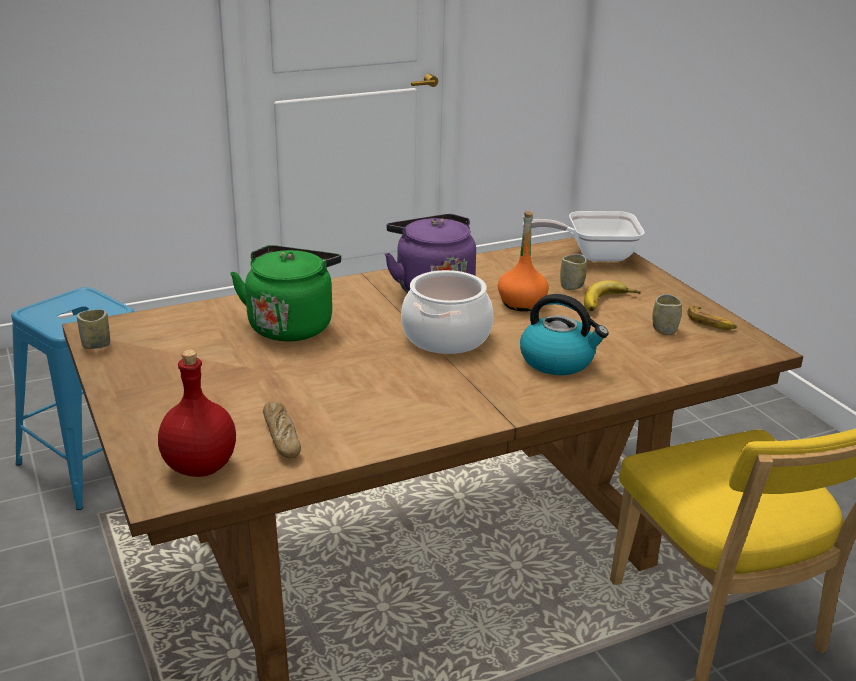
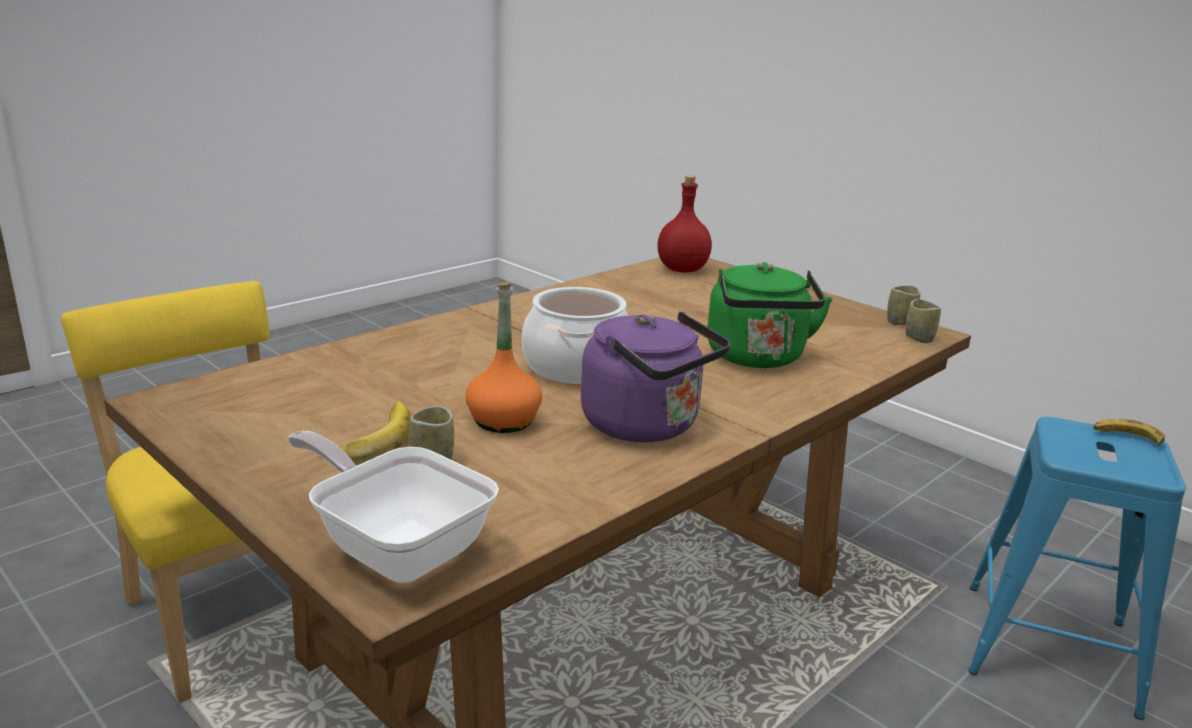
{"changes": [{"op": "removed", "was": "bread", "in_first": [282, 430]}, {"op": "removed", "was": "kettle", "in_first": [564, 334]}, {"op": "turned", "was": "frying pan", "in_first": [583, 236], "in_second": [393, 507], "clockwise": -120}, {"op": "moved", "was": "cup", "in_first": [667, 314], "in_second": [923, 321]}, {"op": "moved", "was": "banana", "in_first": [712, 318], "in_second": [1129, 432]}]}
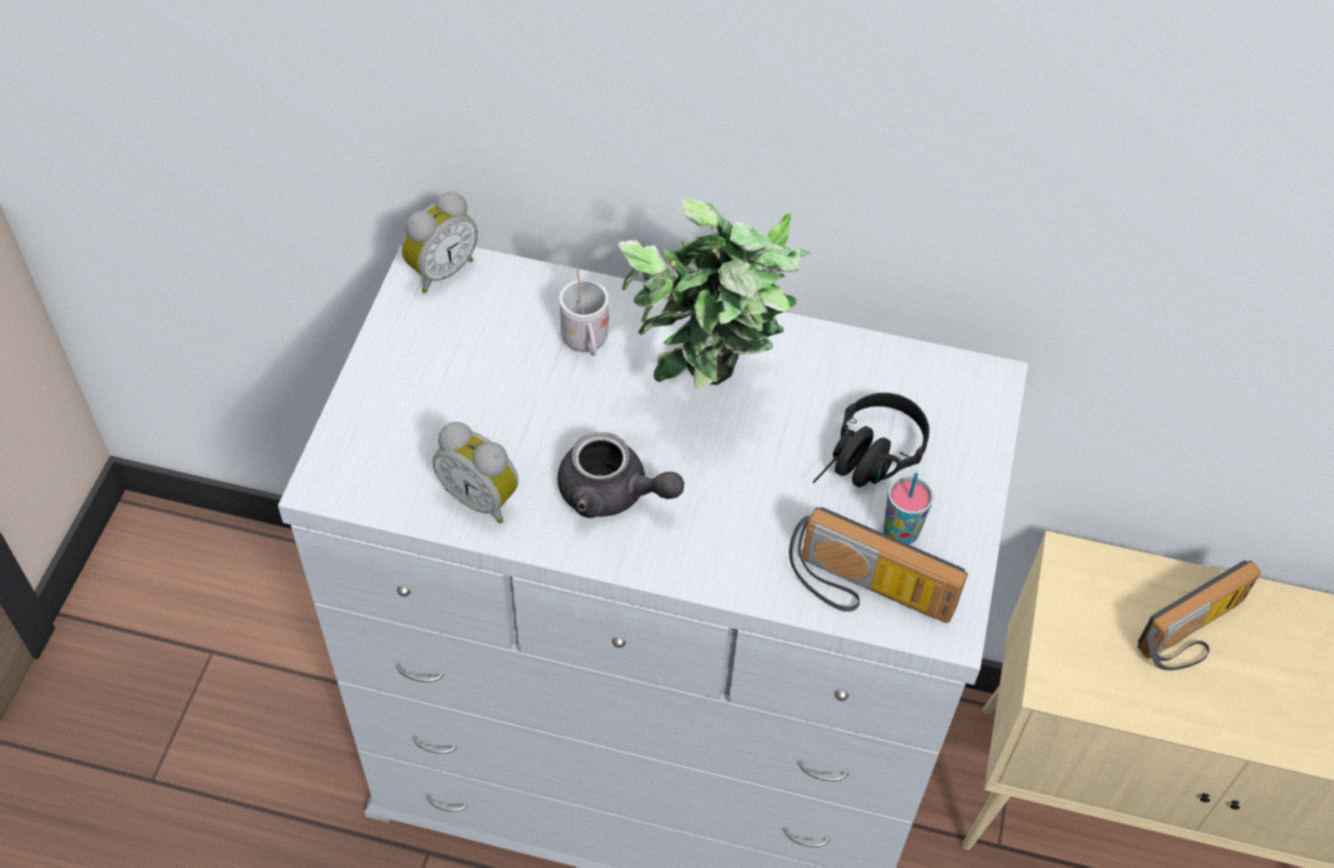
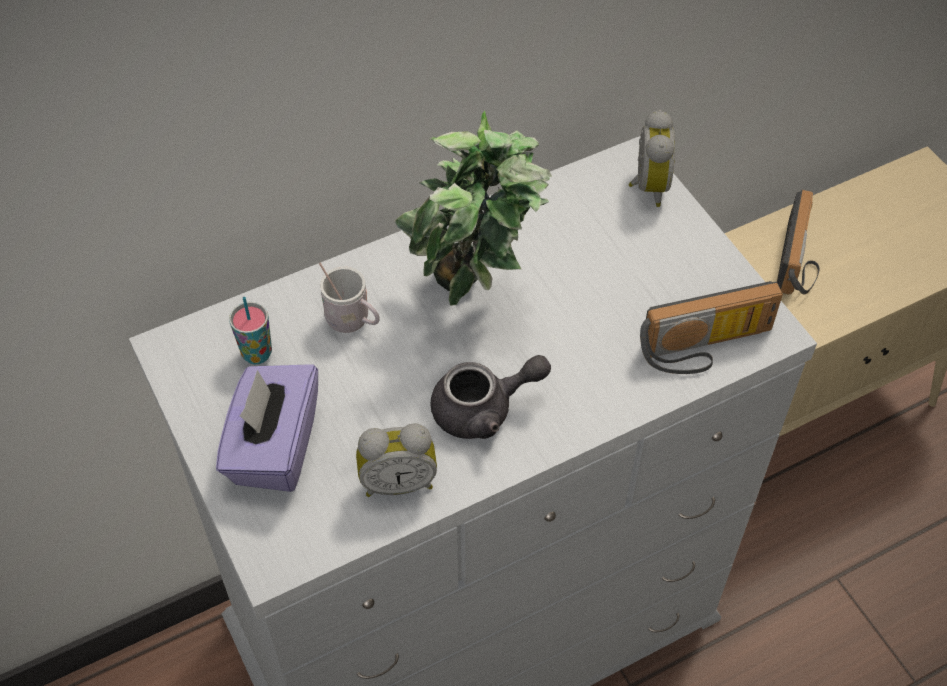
{"changes": [{"op": "moved", "was": "alarm clock", "in_first": [439, 242], "in_second": [651, 158]}, {"op": "removed", "was": "black headphones", "in_first": [871, 440]}, {"op": "moved", "was": "cup", "in_first": [908, 509], "in_second": [250, 330]}, {"op": "added", "now": "purple tissue box", "in_second": [267, 428]}]}
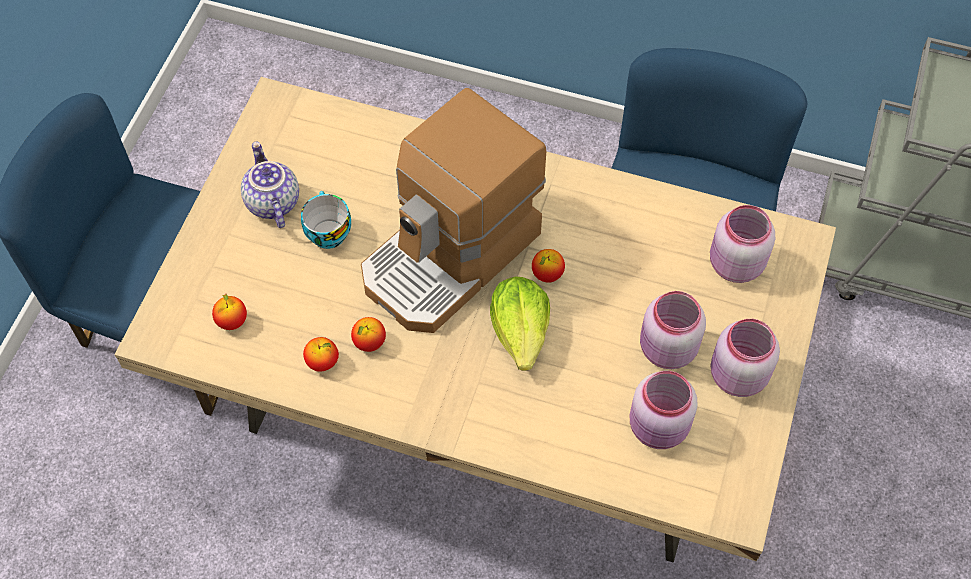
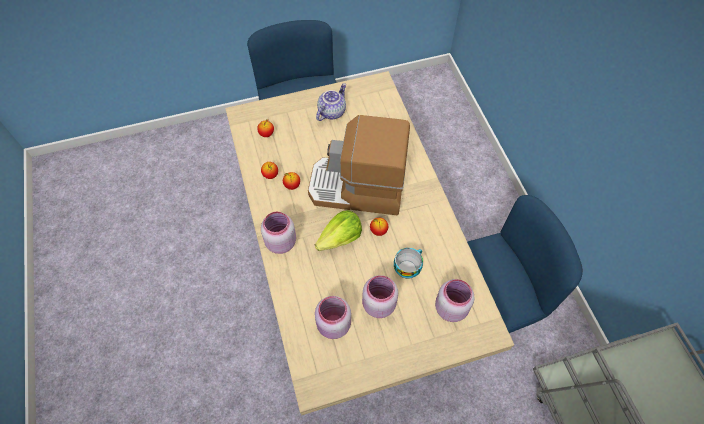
{"changes": [{"op": "moved", "was": "cup", "in_first": [326, 220], "in_second": [408, 263]}, {"op": "moved", "was": "pink jar", "in_first": [745, 358], "in_second": [278, 233]}]}
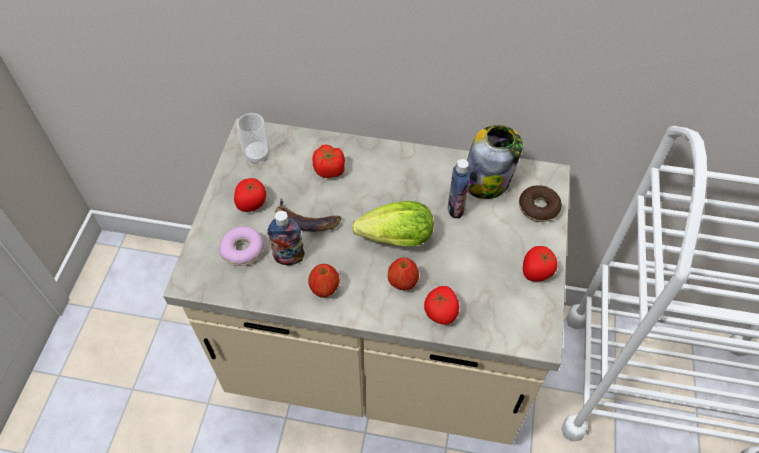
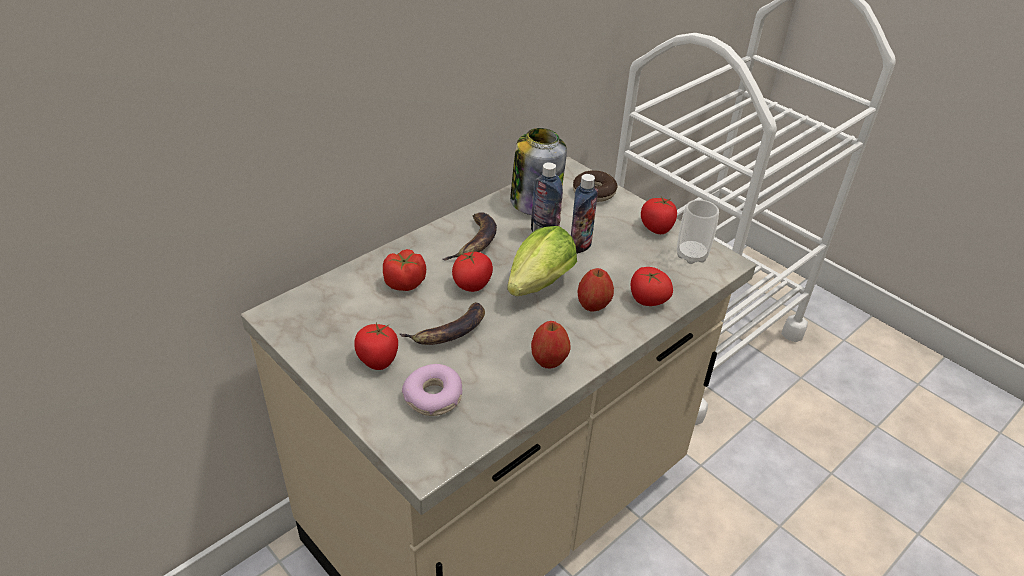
{"changes": [{"op": "moved", "was": "cup", "in_first": [253, 138], "in_second": [698, 232]}, {"op": "moved", "was": "bottle", "in_first": [286, 238], "in_second": [584, 214]}, {"op": "added", "now": "banana", "in_second": [469, 236]}, {"op": "added", "now": "tomato", "in_second": [472, 271]}]}
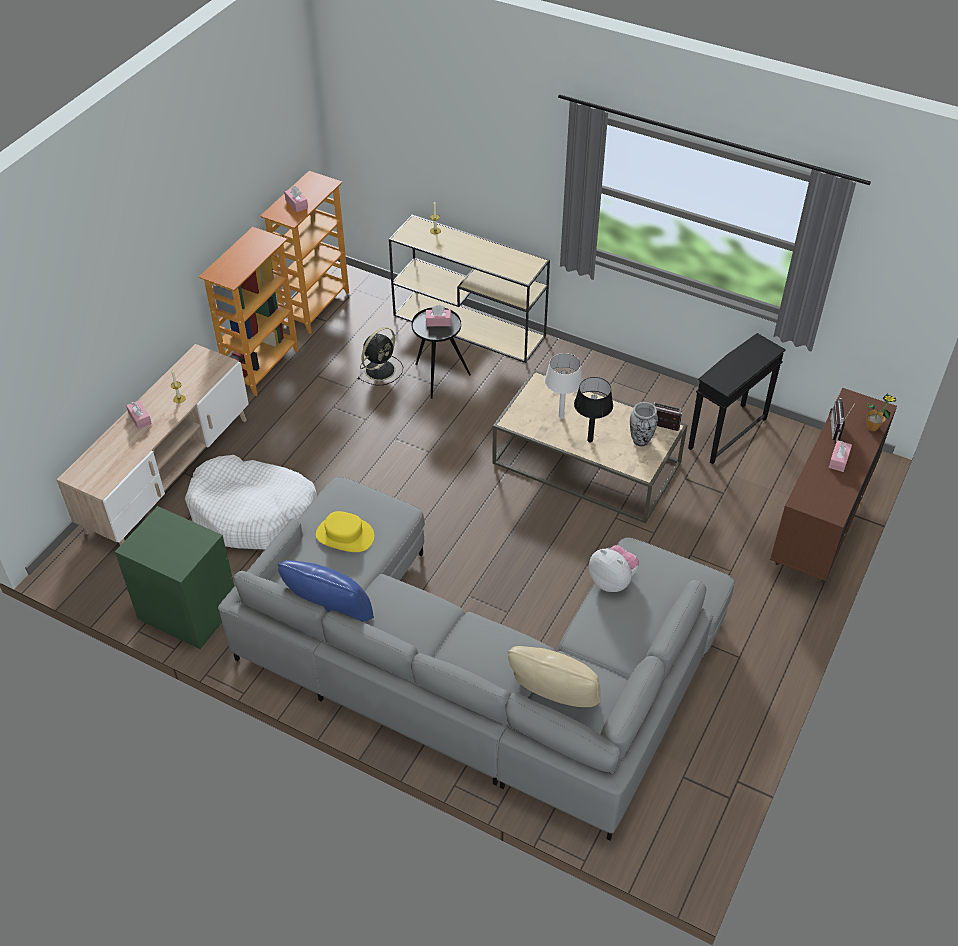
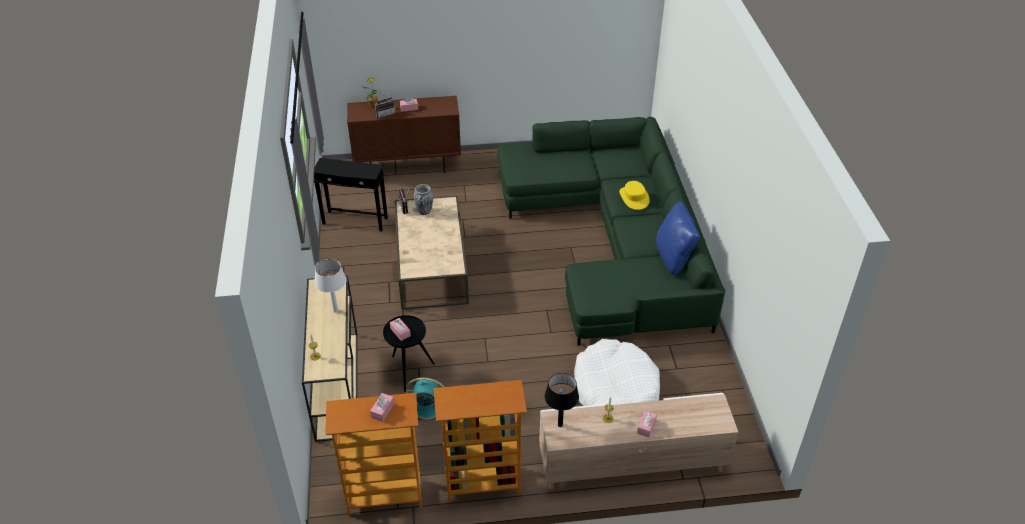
{"changes": [{"op": "removed", "was": "green nightstand", "in_first": [174, 577]}, {"op": "recoloured", "was": "grey sofa", "now": "green sofa", "in_first": [476, 659], "in_second": [611, 231]}, {"op": "moved", "was": "yellow hat", "in_first": [345, 531], "in_second": [634, 195]}, {"op": "recoloured", "was": "black fan", "now": "turquoise fan", "in_first": [380, 356], "in_second": [425, 400]}, {"op": "removed", "was": "beige pillow", "in_first": [554, 676]}, {"op": "moved", "was": "white table lamp", "in_first": [564, 385], "in_second": [330, 285]}, {"op": "moved", "was": "black table lamp", "in_first": [593, 409], "in_second": [562, 400]}, {"op": "removed", "was": "plush toy", "in_first": [614, 568]}]}
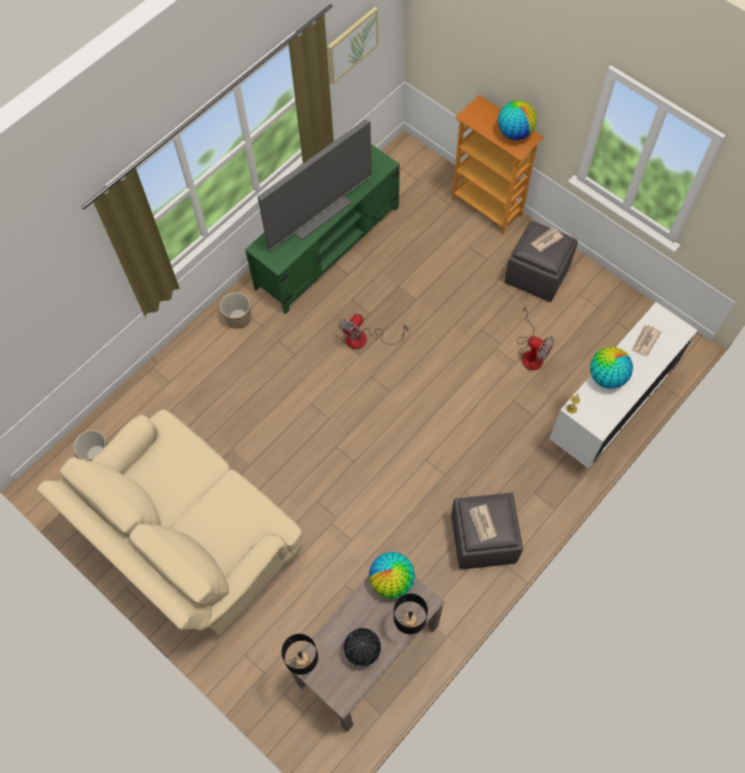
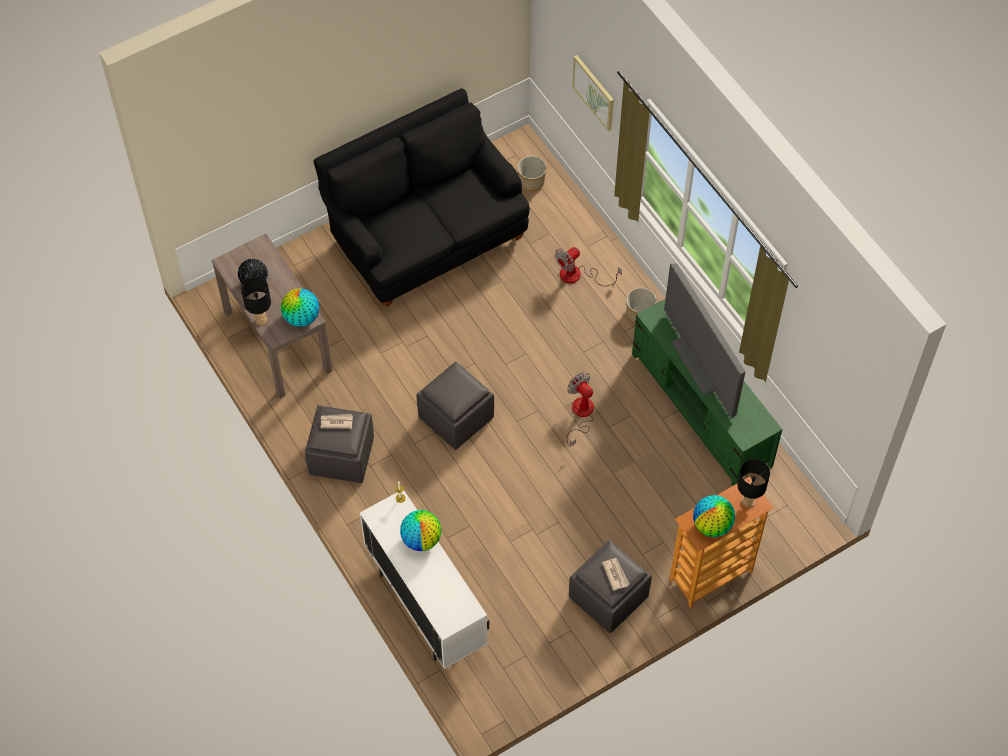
{"changes": [{"op": "recoloured", "was": "beige sofa", "now": "black sofa", "in_first": [170, 523], "in_second": [422, 197]}, {"op": "moved", "was": "black table lamp", "in_first": [300, 654], "in_second": [754, 483]}, {"op": "moved", "was": "picture", "in_first": [352, 45], "in_second": [593, 93]}, {"op": "moved", "was": "fan", "in_first": [535, 337], "in_second": [588, 266]}, {"op": "removed", "was": "newspaper", "in_first": [646, 340]}, {"op": "added", "now": "grey ottoman", "in_second": [455, 405]}]}
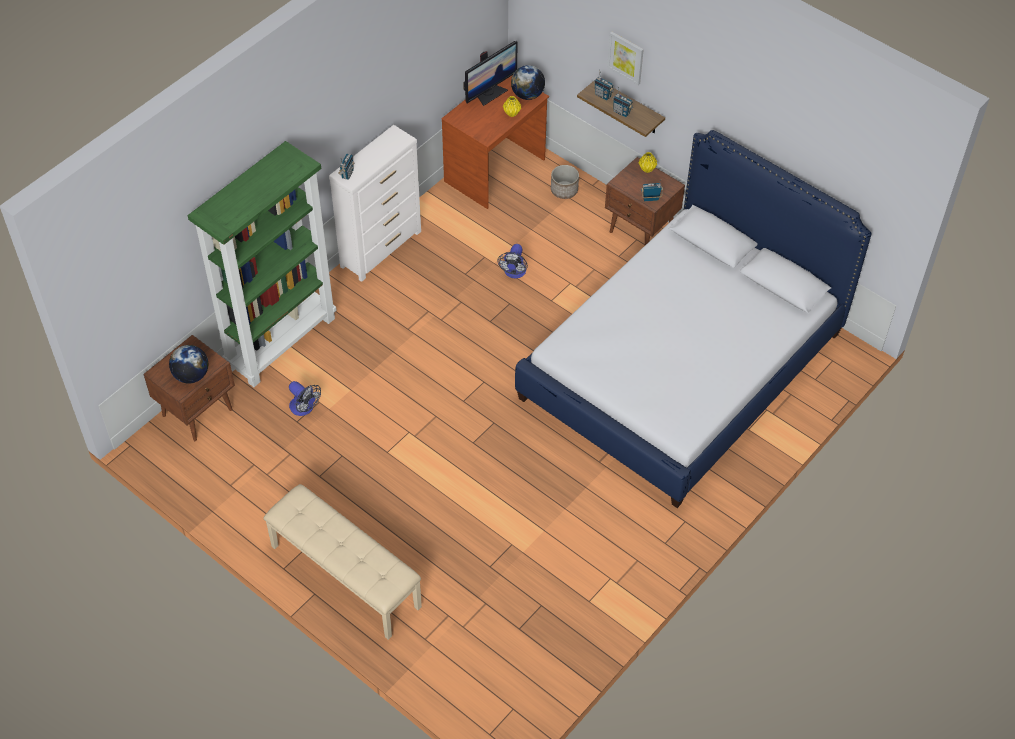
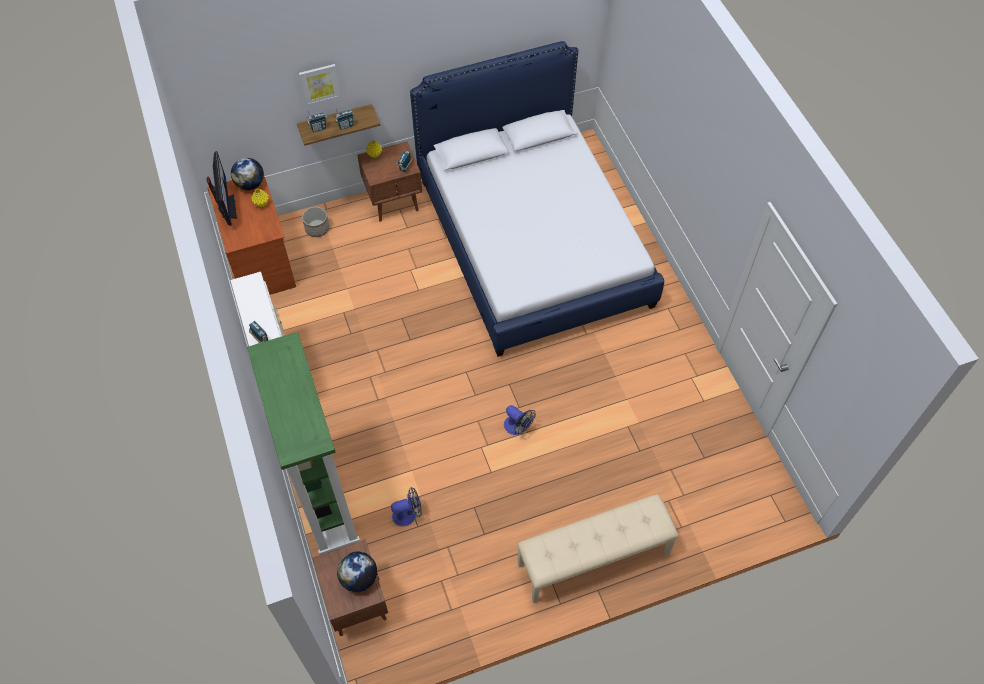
{"changes": [{"op": "moved", "was": "fan", "in_first": [512, 261], "in_second": [520, 420]}]}
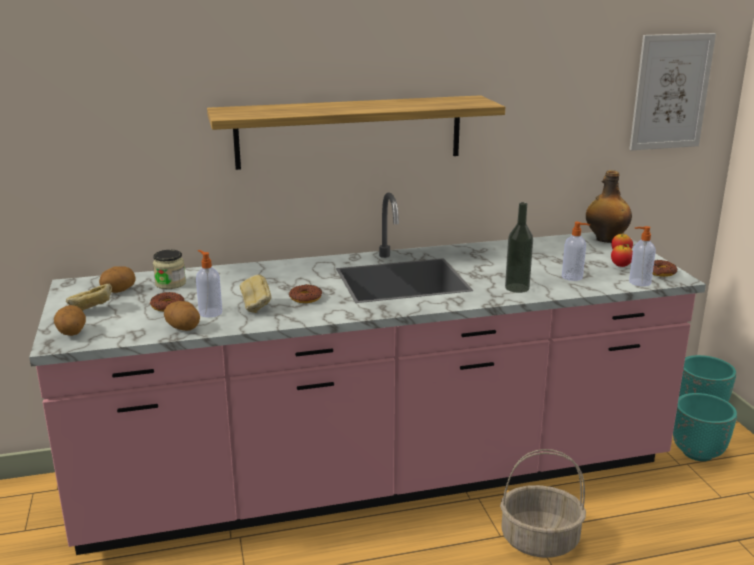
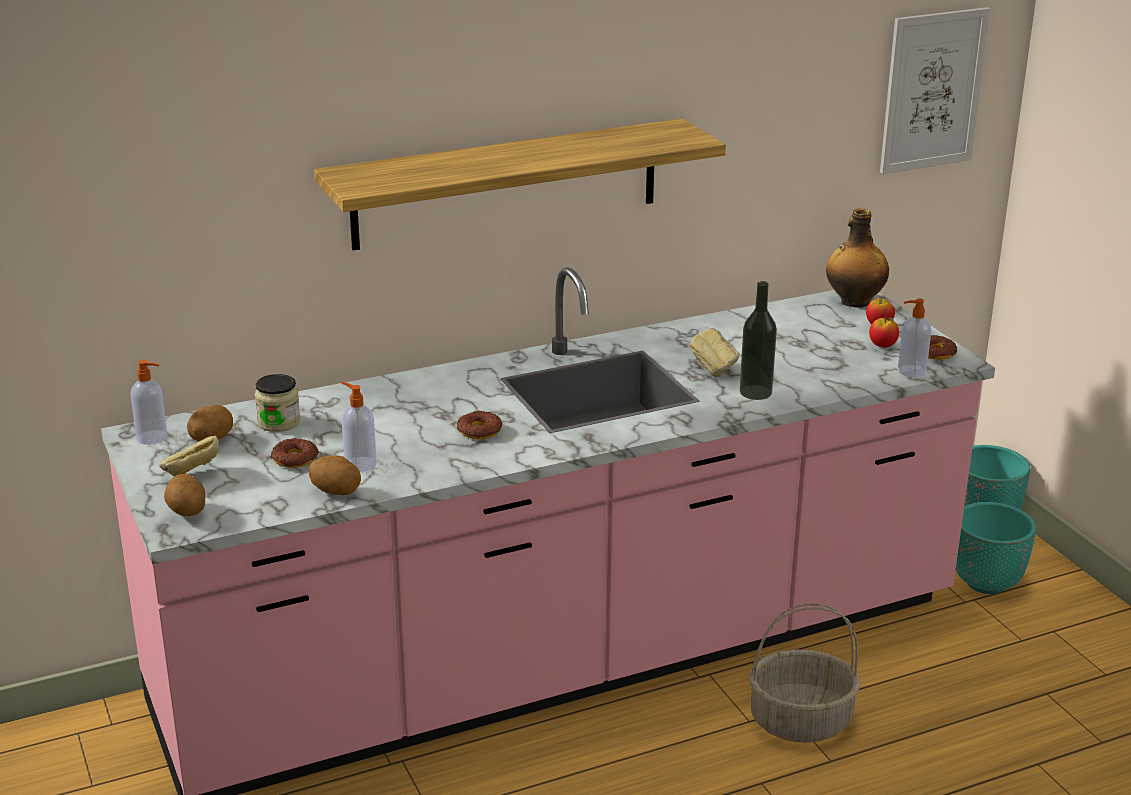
{"changes": [{"op": "moved", "was": "bread", "in_first": [255, 294], "in_second": [715, 352]}, {"op": "moved", "was": "soap dispenser", "in_first": [576, 251], "in_second": [149, 402]}]}
